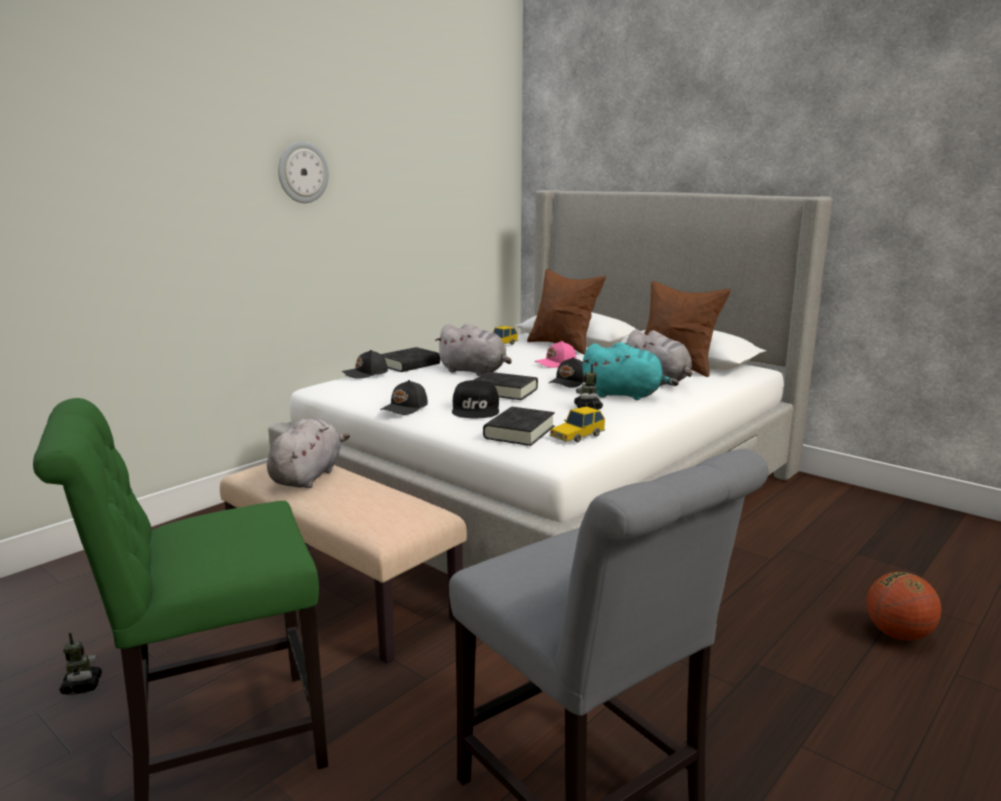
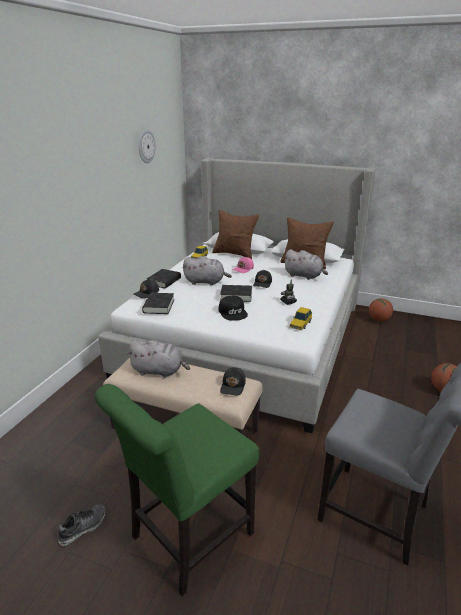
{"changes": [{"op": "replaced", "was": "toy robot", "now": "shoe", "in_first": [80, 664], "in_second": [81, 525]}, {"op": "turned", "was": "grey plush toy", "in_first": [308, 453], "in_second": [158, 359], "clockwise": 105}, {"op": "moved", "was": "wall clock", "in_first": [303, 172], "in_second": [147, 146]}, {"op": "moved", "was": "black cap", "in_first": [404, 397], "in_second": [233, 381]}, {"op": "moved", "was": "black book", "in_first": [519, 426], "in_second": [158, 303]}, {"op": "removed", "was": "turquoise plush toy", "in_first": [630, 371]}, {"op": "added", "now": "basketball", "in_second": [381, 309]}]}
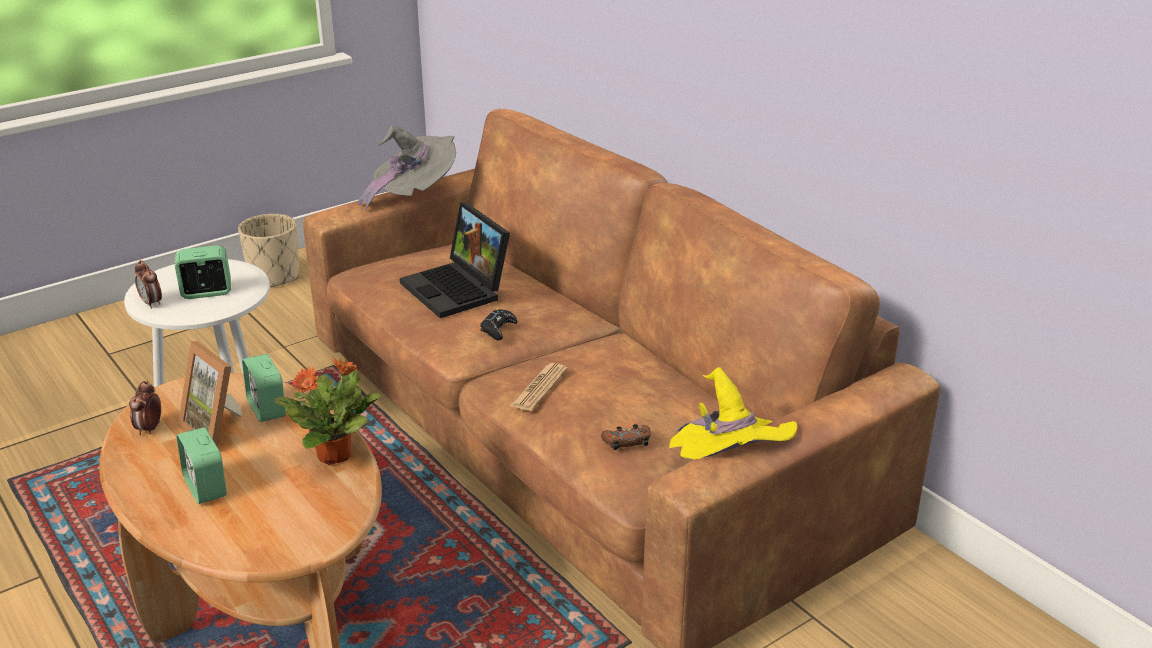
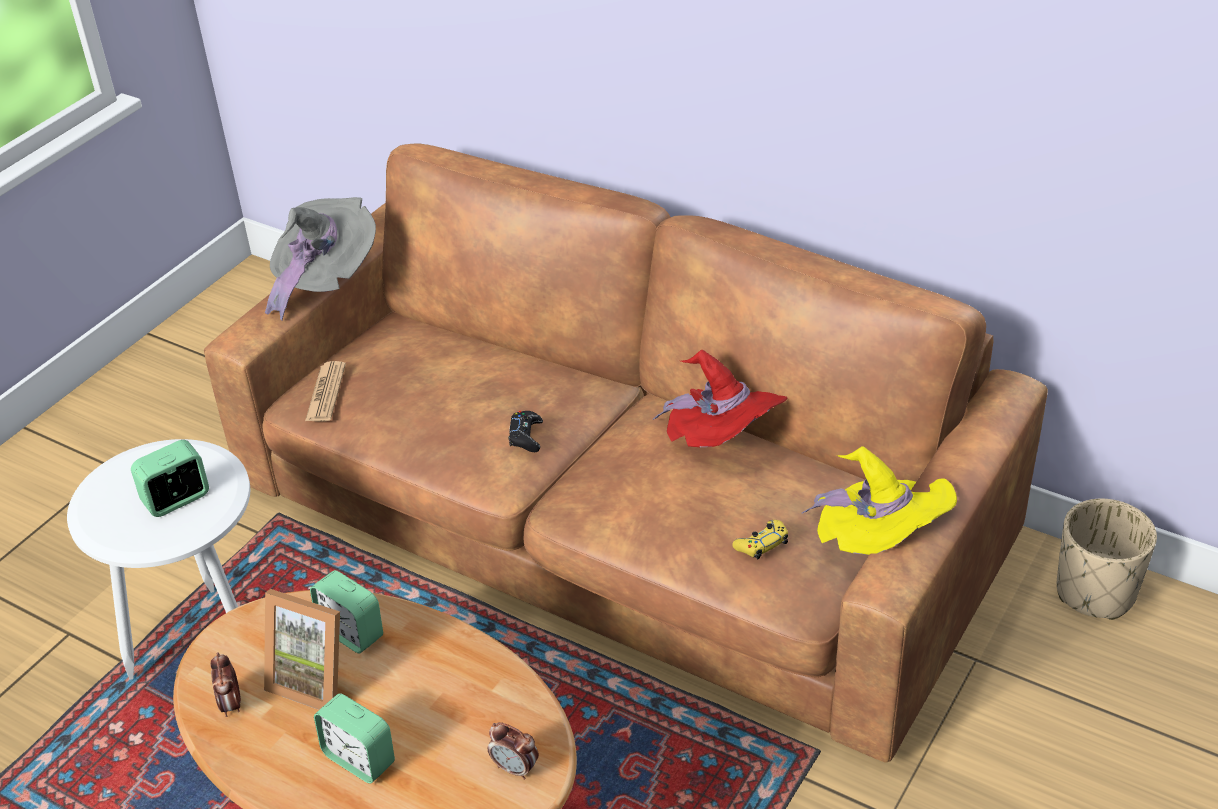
{"changes": [{"op": "moved", "was": "alarm clock", "in_first": [148, 284], "in_second": [513, 751]}, {"op": "moved", "was": "beige planter", "in_first": [268, 250], "in_second": [1107, 559]}, {"op": "removed", "was": "potted plant", "in_first": [327, 411]}, {"op": "removed", "was": "laptop", "in_first": [455, 260]}, {"op": "moved", "was": "newspaper", "in_first": [539, 387], "in_second": [325, 391]}, {"op": "recoloured", "was": "brown game controller", "now": "yellow game controller", "in_first": [626, 437], "in_second": [760, 539]}, {"op": "added", "now": "red hat", "in_second": [720, 398]}]}
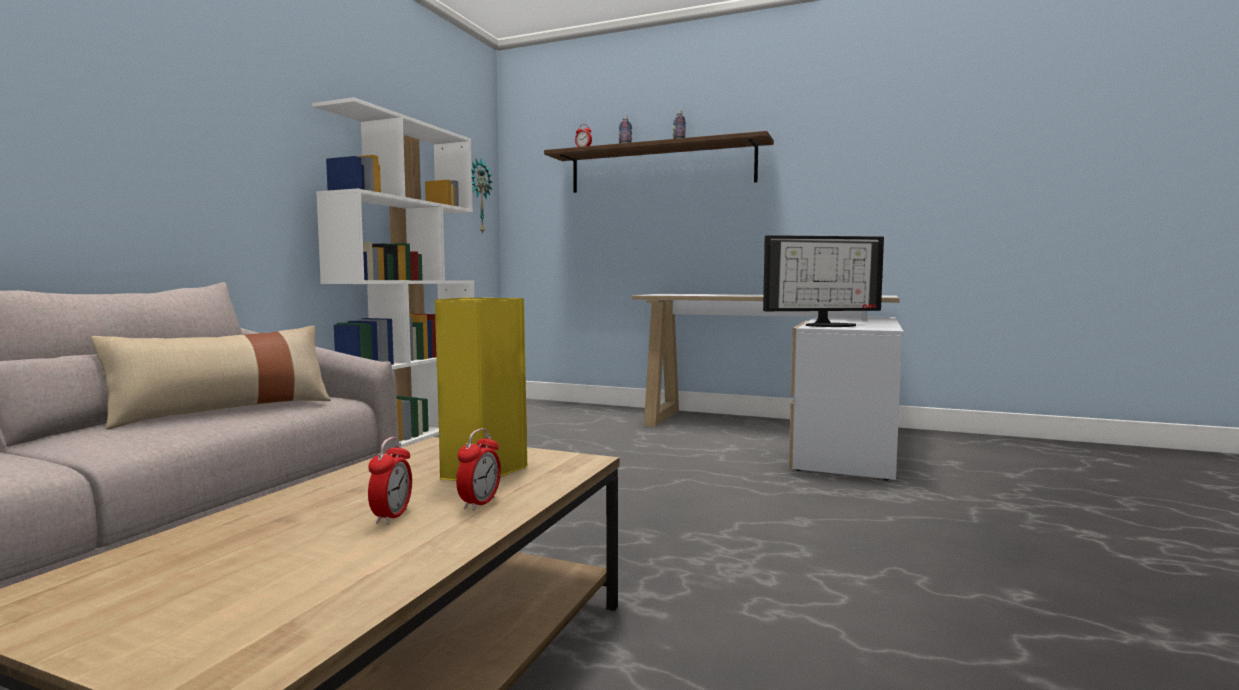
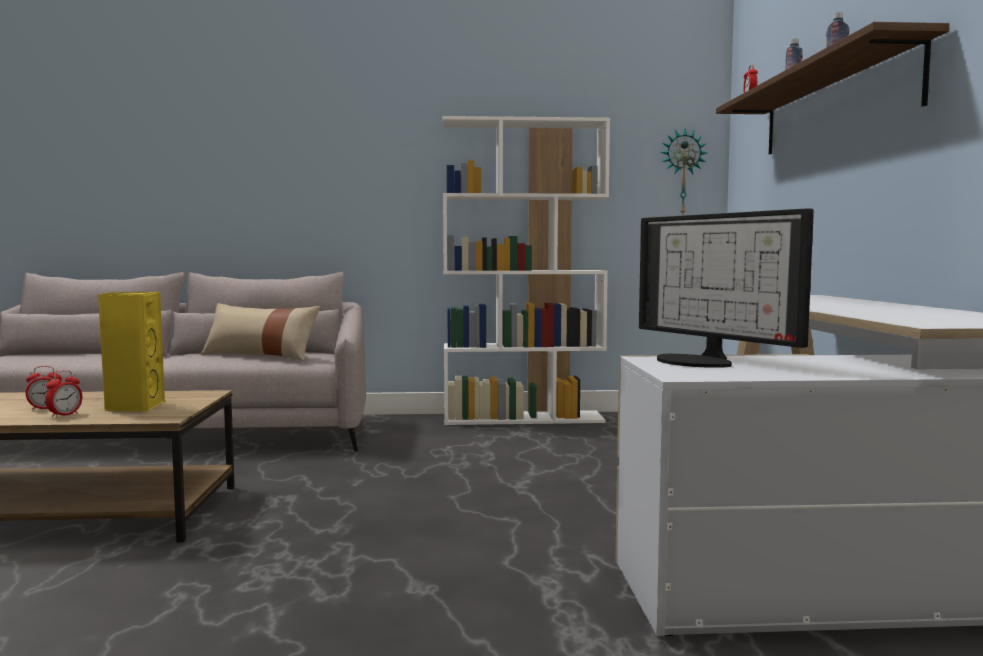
{"changes": [{"op": "turned", "was": "alarm clock", "in_first": [478, 469], "in_second": [63, 394], "clockwise": -60}]}
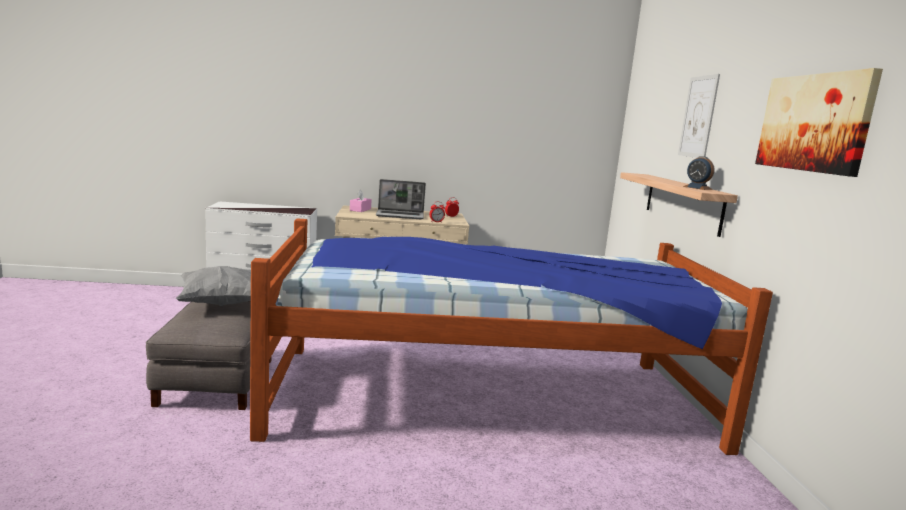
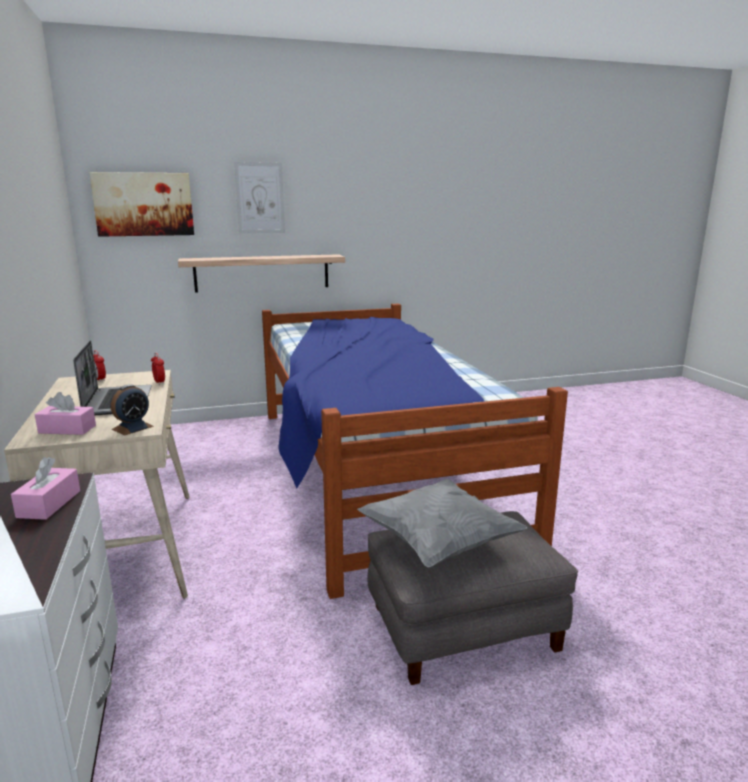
{"changes": [{"op": "moved", "was": "alarm clock", "in_first": [699, 173], "in_second": [132, 409]}, {"op": "moved", "was": "picture", "in_first": [819, 122], "in_second": [141, 204]}, {"op": "added", "now": "pink tissue box", "in_second": [45, 488]}]}
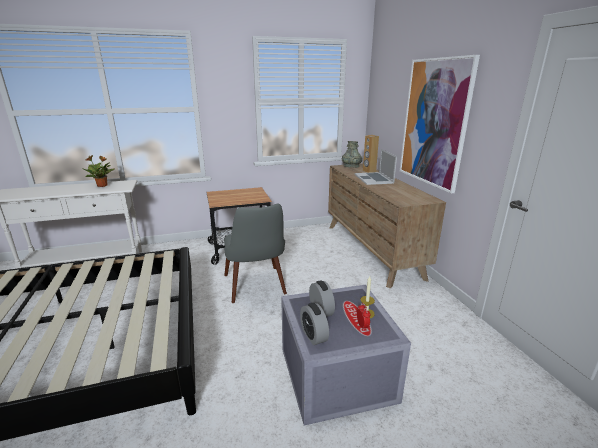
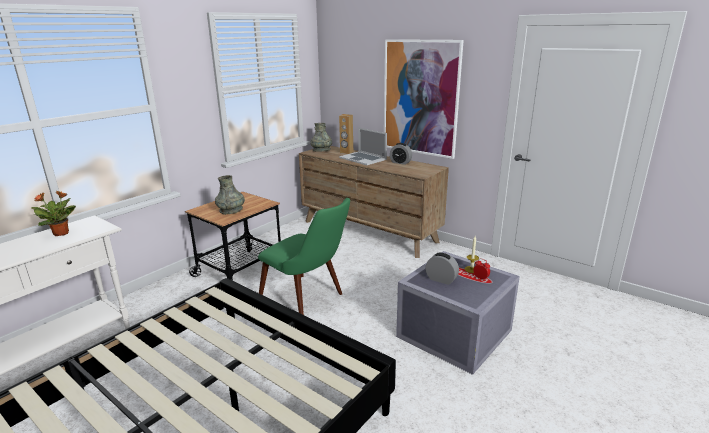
{"changes": [{"op": "recoloured", "was": "grey chair", "now": "green chair", "in_first": [255, 253], "in_second": [304, 256]}, {"op": "moved", "was": "alarm clock", "in_first": [314, 324], "in_second": [401, 154]}, {"op": "added", "now": "grey vase", "in_second": [230, 195]}]}
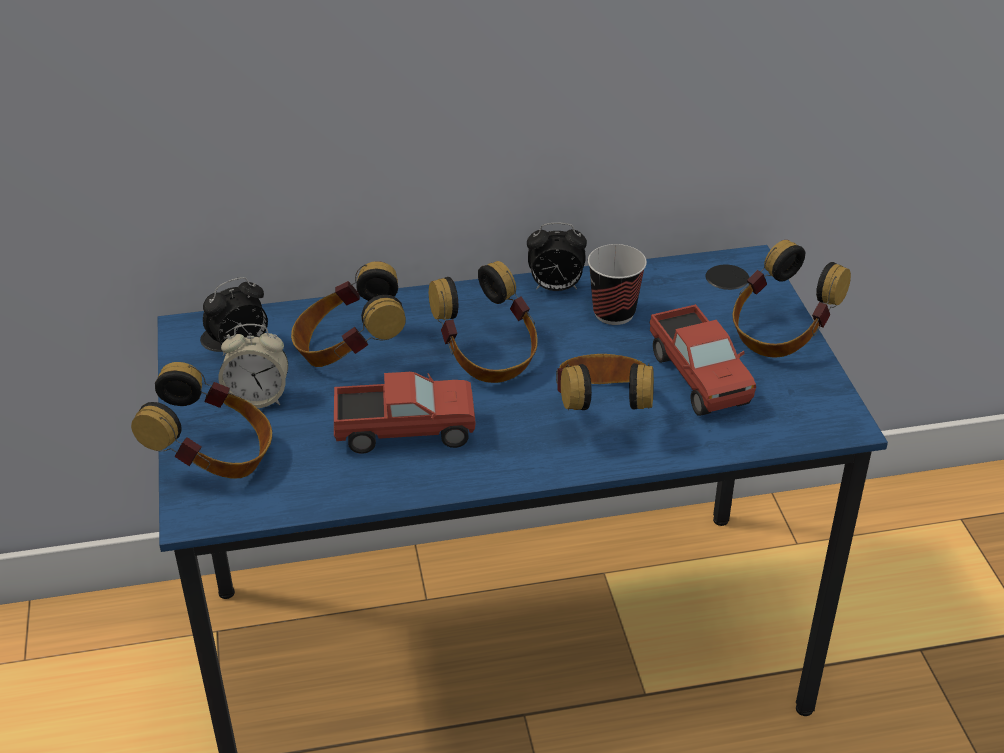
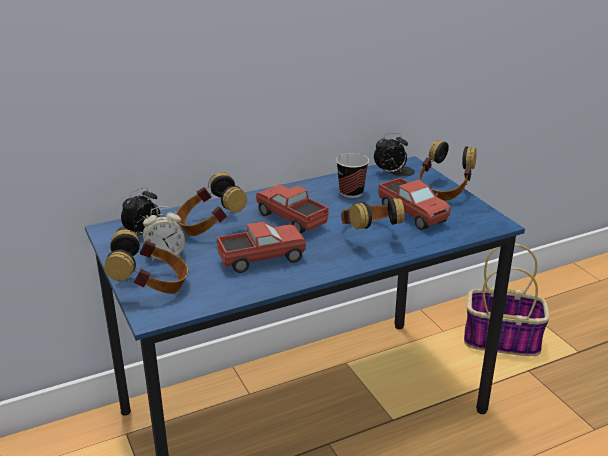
{"changes": [{"op": "replaced", "was": "headphones", "now": "toy truck", "in_first": [483, 322], "in_second": [292, 208]}, {"op": "moved", "was": "alarm clock", "in_first": [557, 257], "in_second": [391, 154]}, {"op": "added", "now": "basket", "in_second": [507, 300]}]}
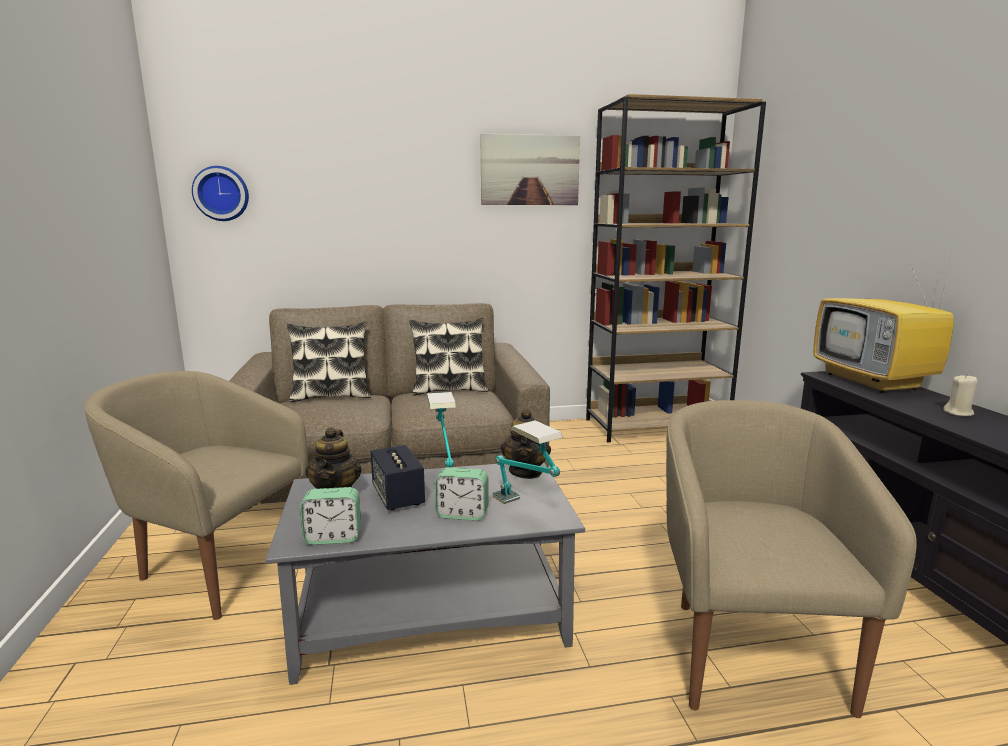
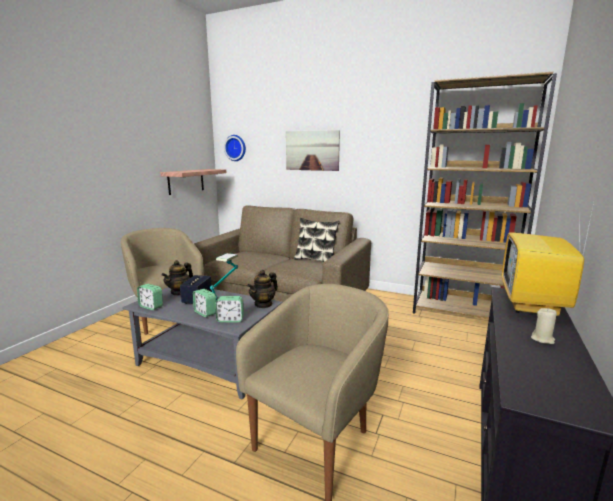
{"changes": [{"op": "removed", "was": "pillow", "in_first": [329, 361]}, {"op": "moved", "was": "picture", "in_first": [530, 169], "in_second": [313, 150]}, {"op": "replaced", "was": "table lamp", "now": "alarm clock", "in_first": [527, 462], "in_second": [229, 309]}, {"op": "added", "now": "shelf", "in_second": [193, 182]}]}
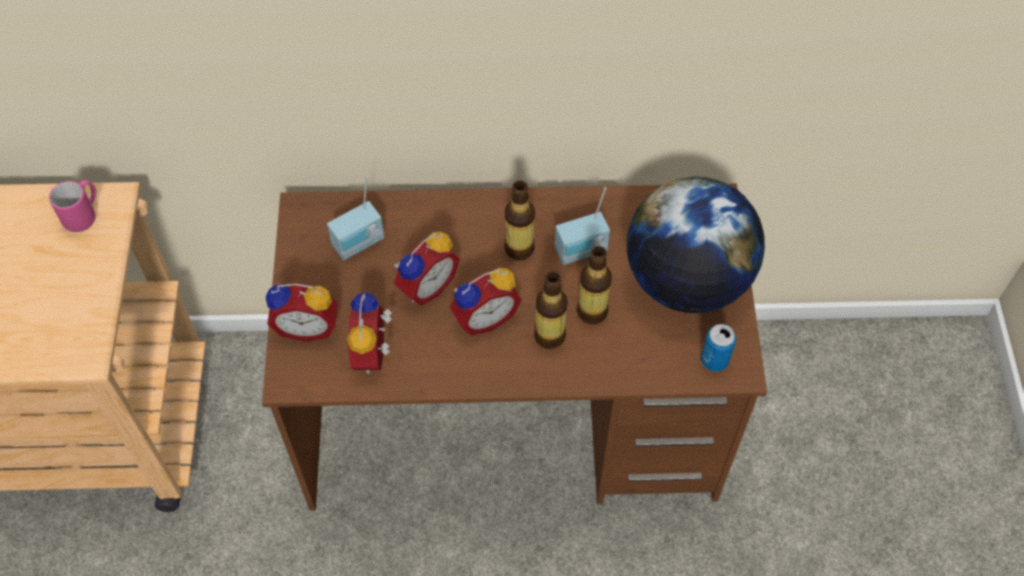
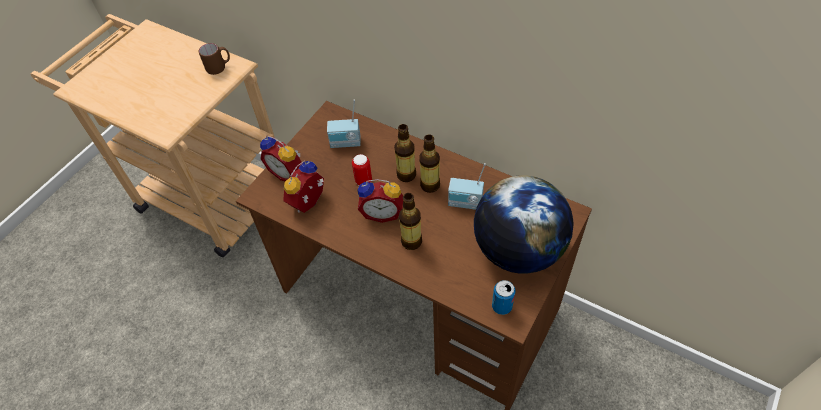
{"changes": [{"op": "recoloured", "was": "pink mug", "now": "brown mug", "in_first": [72, 206], "in_second": [214, 59]}, {"op": "replaced", "was": "alarm clock", "now": "can", "in_first": [427, 268], "in_second": [362, 170]}, {"op": "moved", "was": "bottle", "in_first": [594, 285], "in_second": [405, 153]}]}
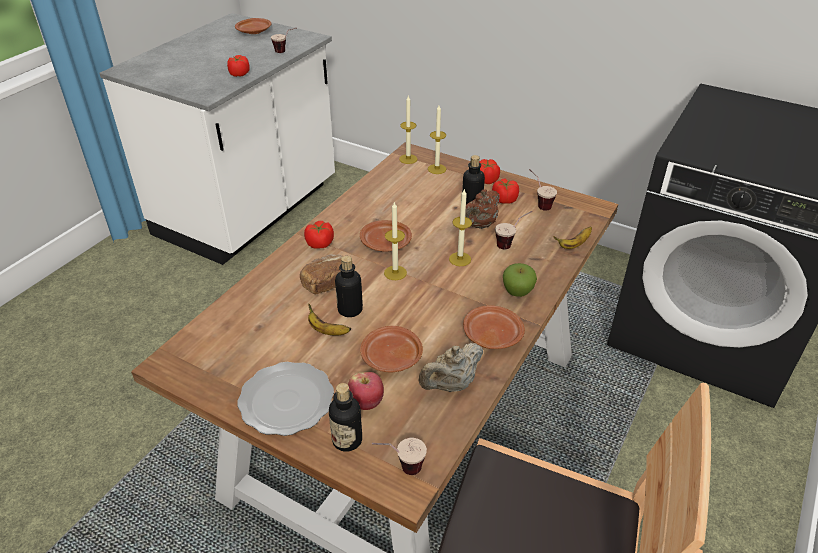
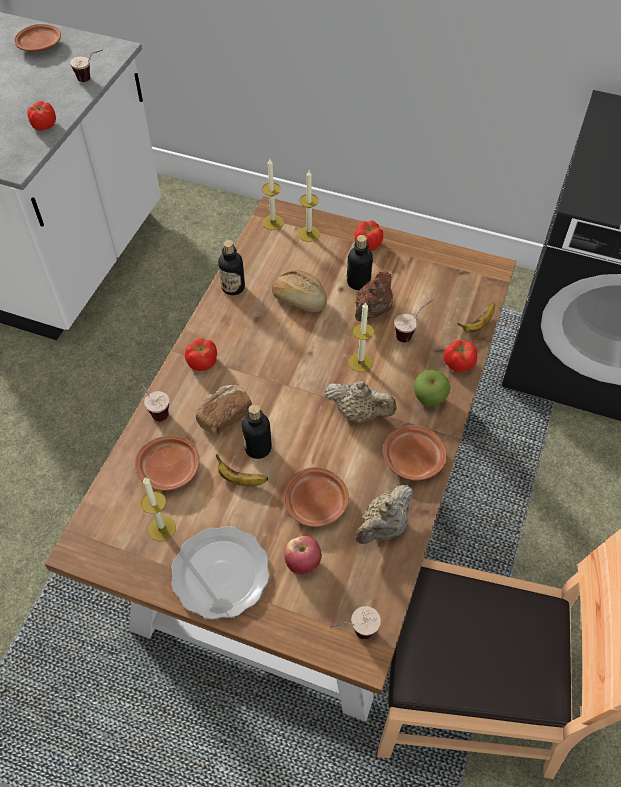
{"changes": [{"op": "moved", "was": "bottle", "in_first": [345, 417], "in_second": [231, 267]}, {"op": "moved", "was": "brown plate", "in_first": [386, 236], "in_second": [167, 463]}, {"op": "moved", "was": "candle", "in_first": [395, 240], "in_second": [158, 510]}, {"op": "moved", "was": "tomato", "in_first": [505, 191], "in_second": [460, 356]}, {"op": "moved", "was": "cup", "in_first": [543, 190], "in_second": [150, 397]}, {"op": "added", "now": "bread", "in_second": [299, 291]}, {"op": "added", "now": "beige teapot", "in_second": [361, 402]}]}
